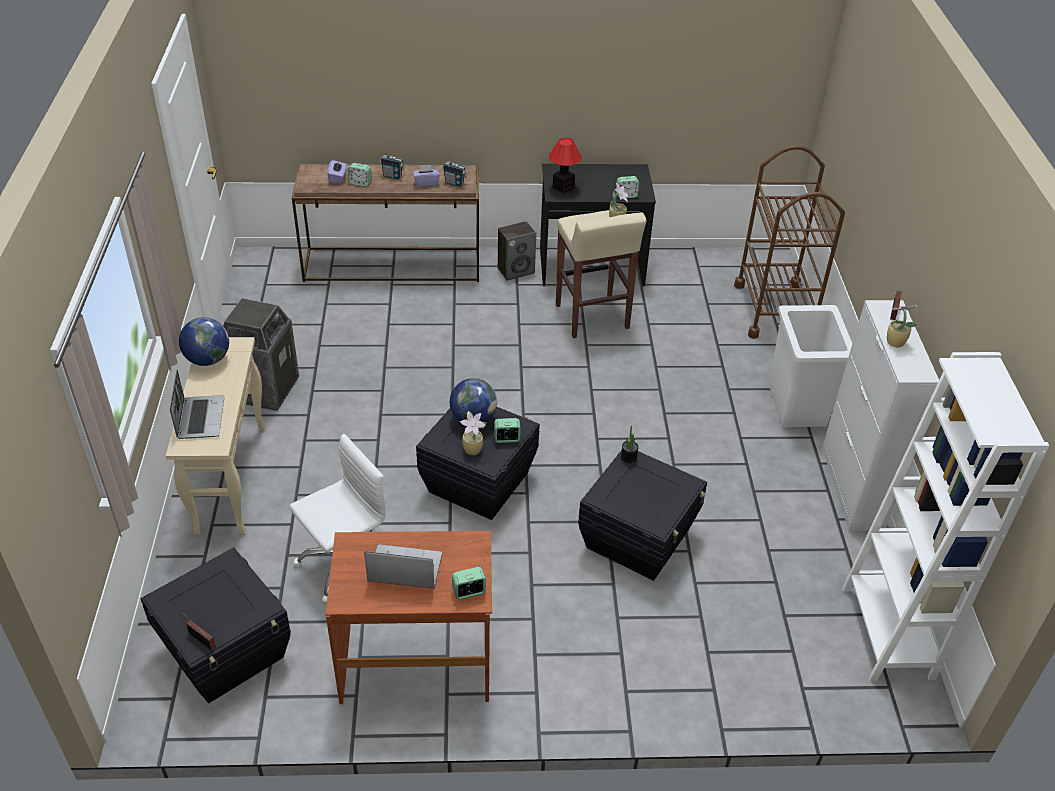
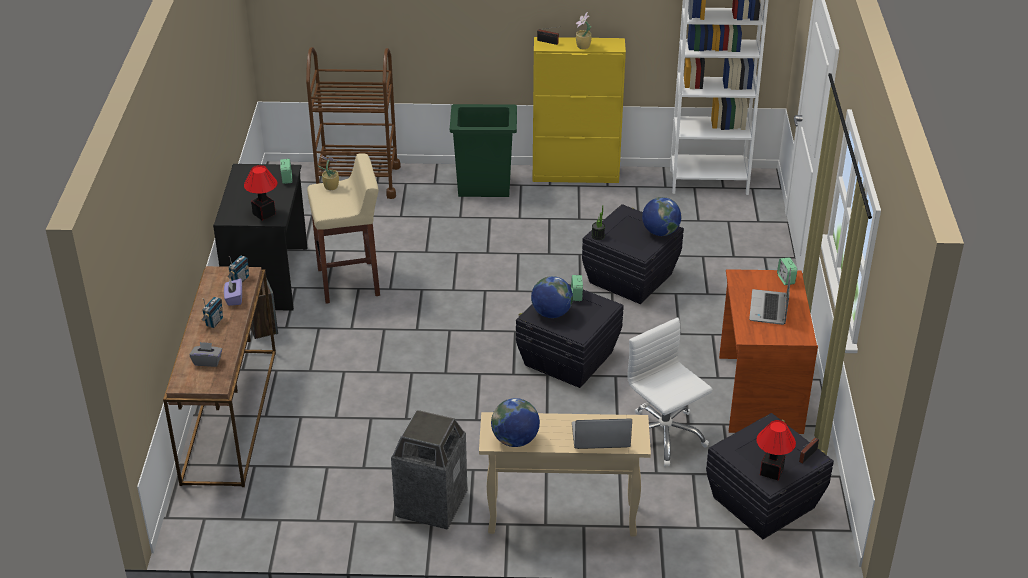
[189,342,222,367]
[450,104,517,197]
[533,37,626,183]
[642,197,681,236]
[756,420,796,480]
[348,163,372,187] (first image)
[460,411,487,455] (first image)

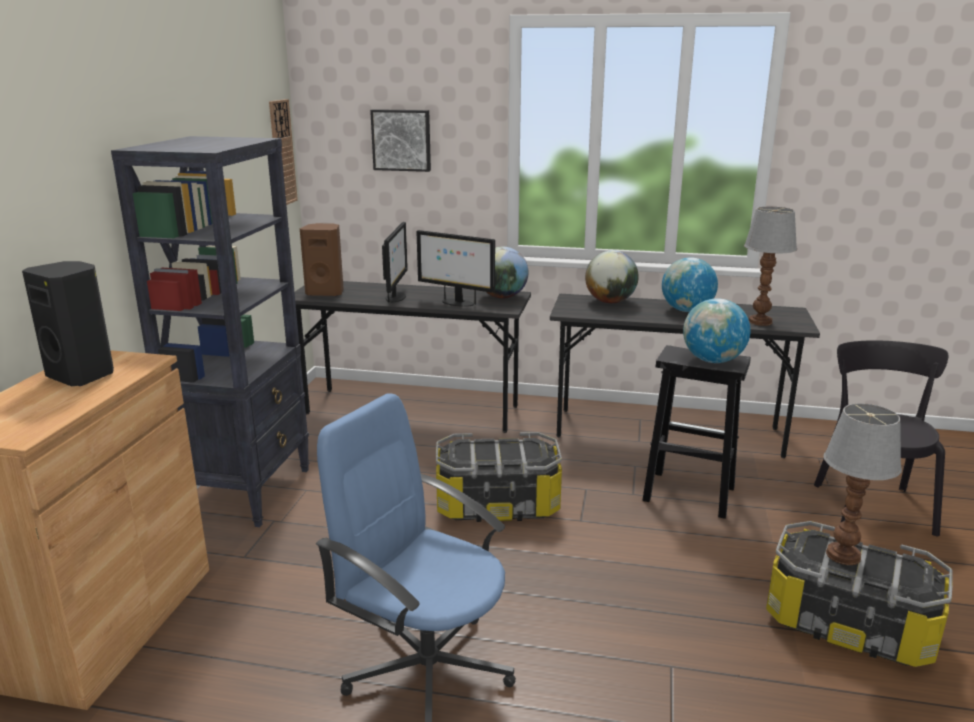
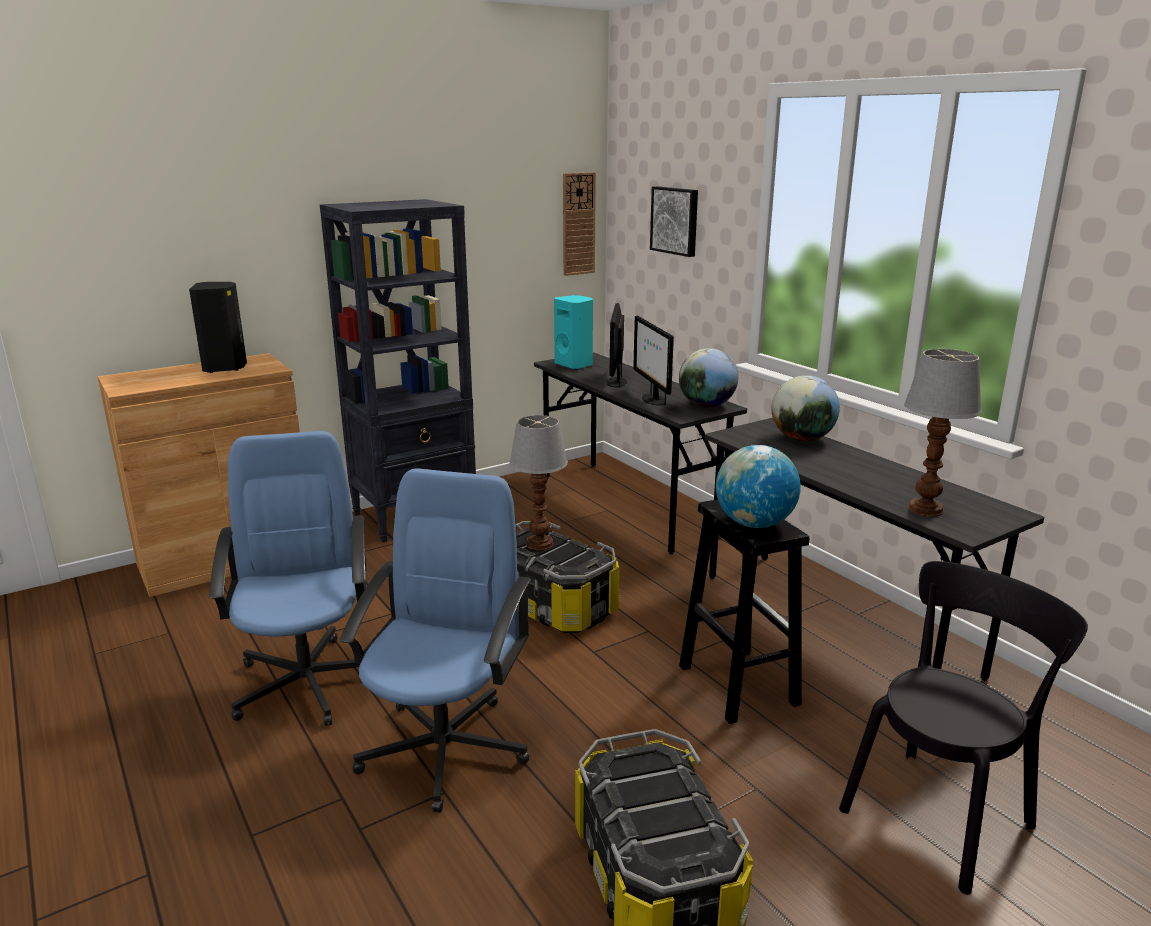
[340,468,531,813]
[509,415,568,551]
[554,295,593,370]
[607,303,627,388]
[662,257,718,312] (first image)

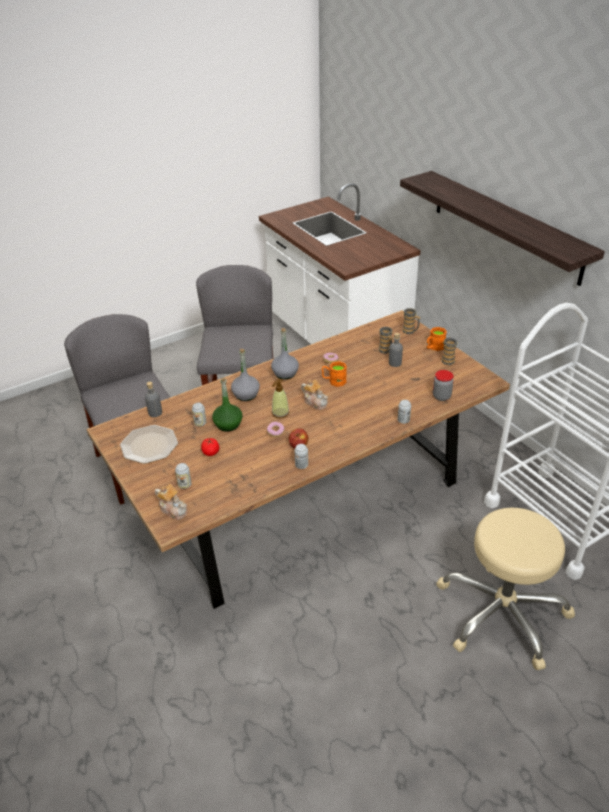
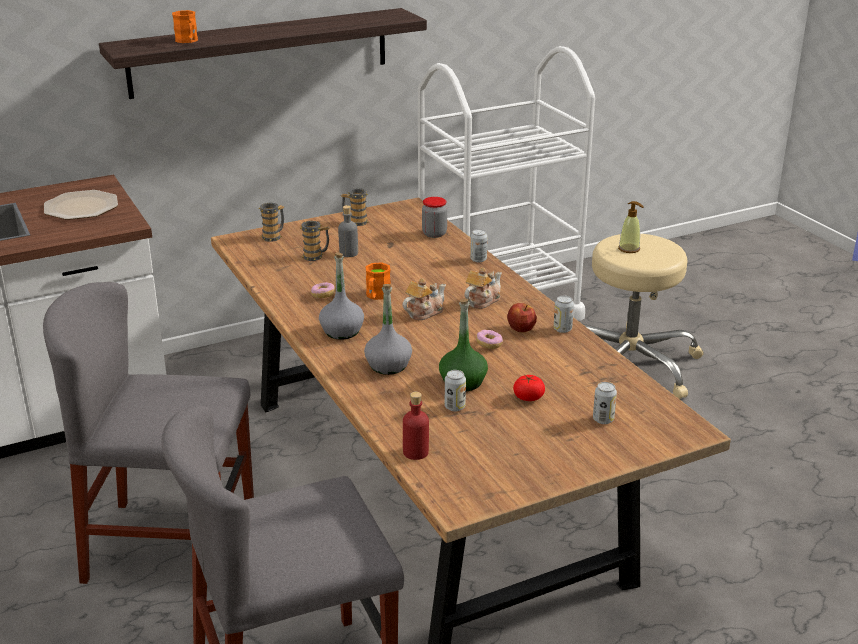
[44,190,118,220]
[172,10,198,43]
[403,392,429,460]
[464,267,502,309]
[618,201,644,253]

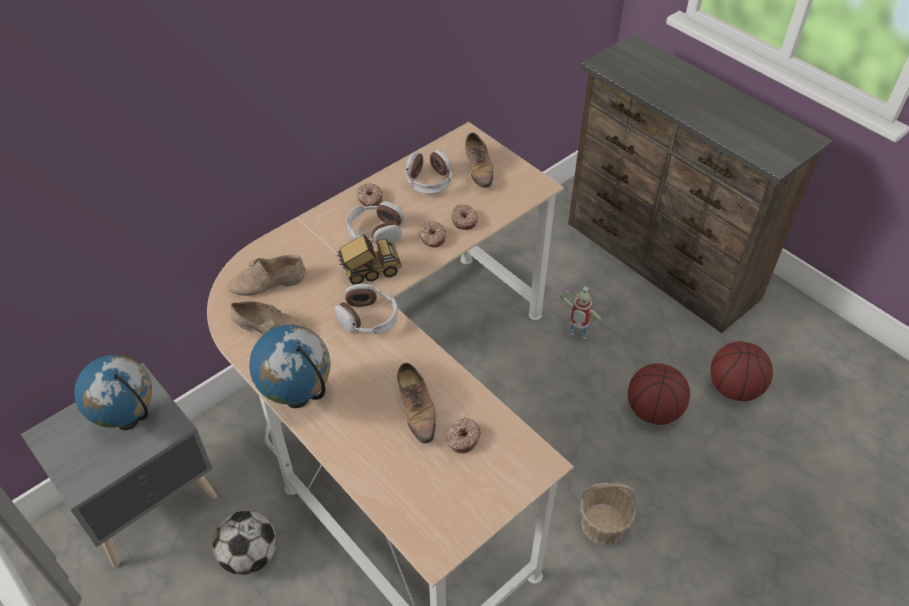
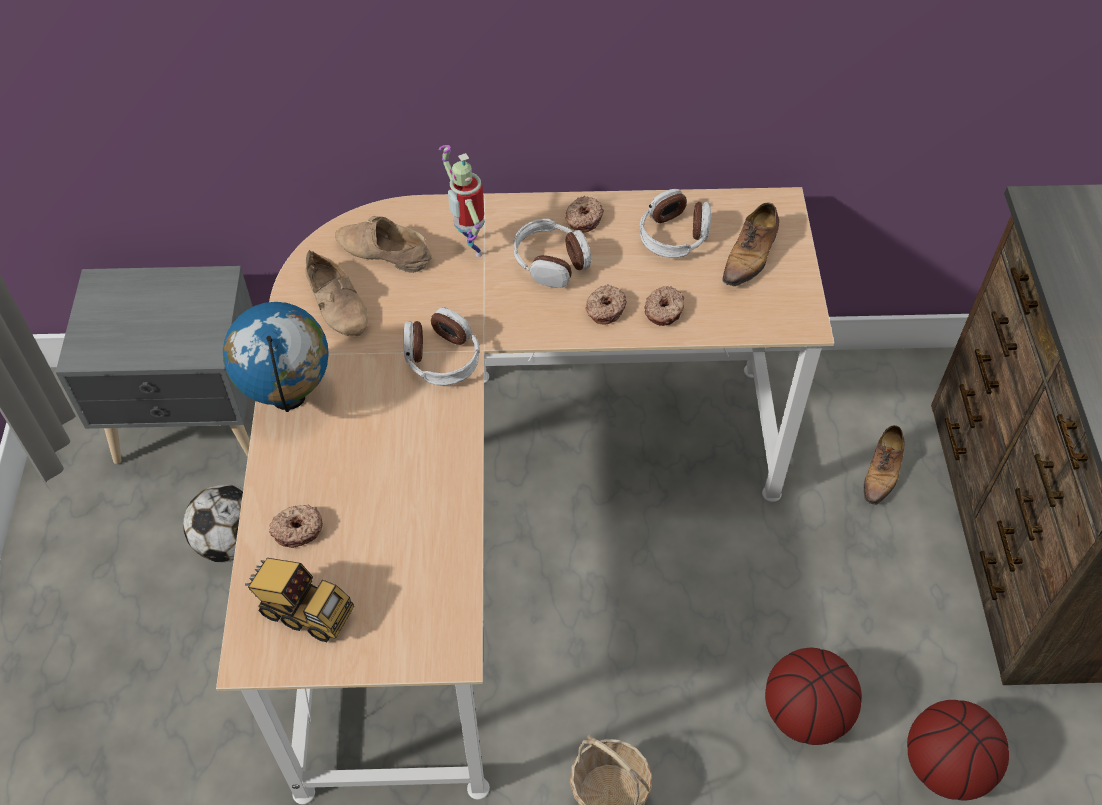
[245,558,354,642]
[269,505,323,548]
[439,145,485,257]
[864,425,904,507]
[74,355,152,430] (first image)

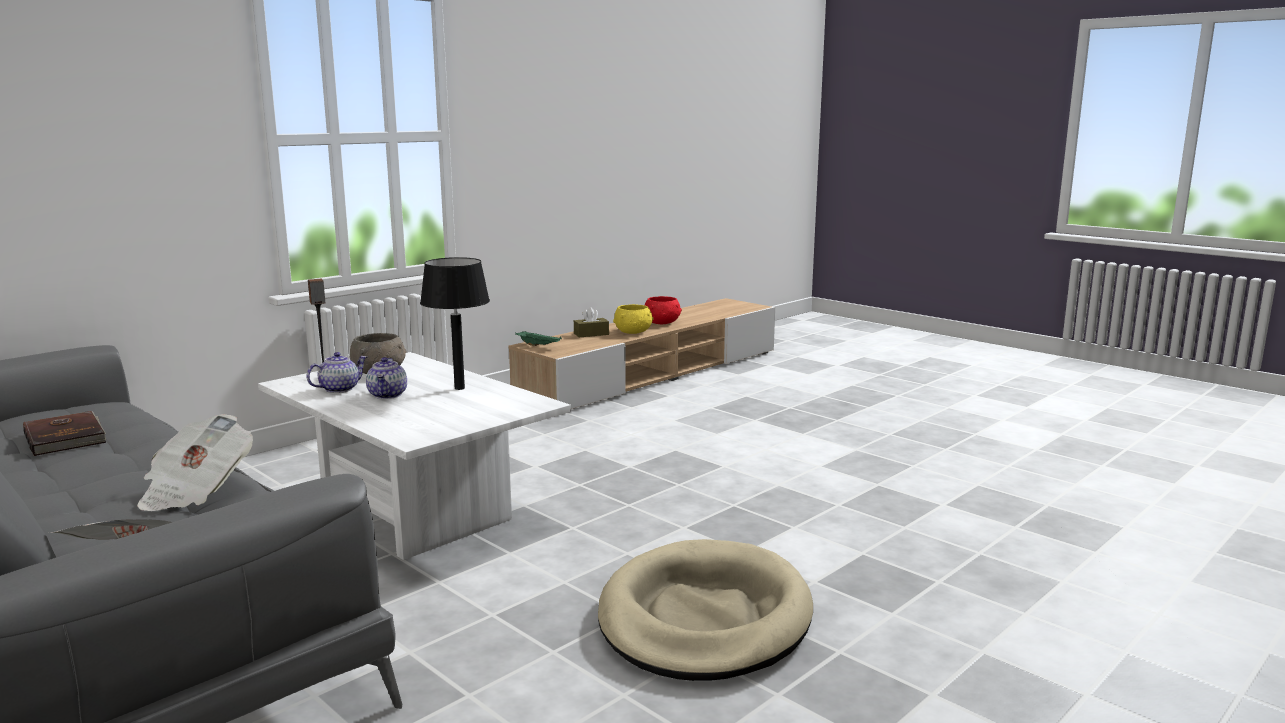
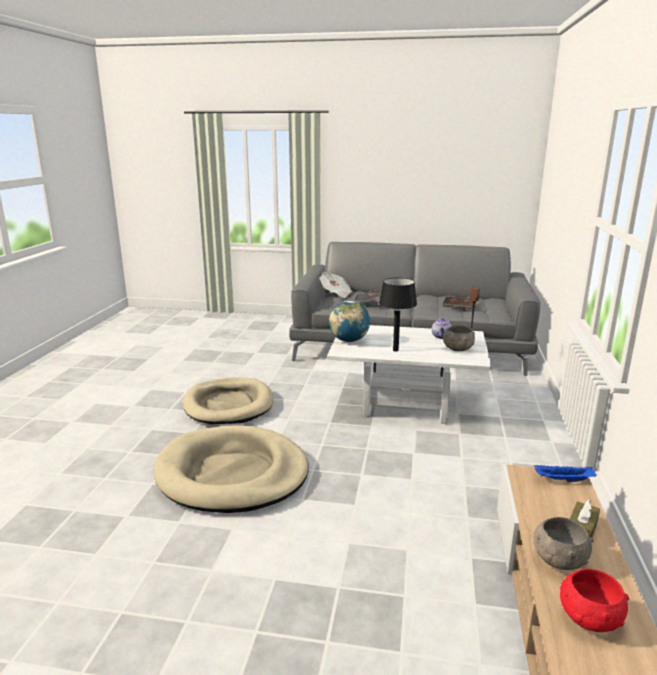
[154,425,309,513]
[329,301,370,342]
[533,517,593,570]
[534,465,596,482]
[366,357,407,399] (first image)

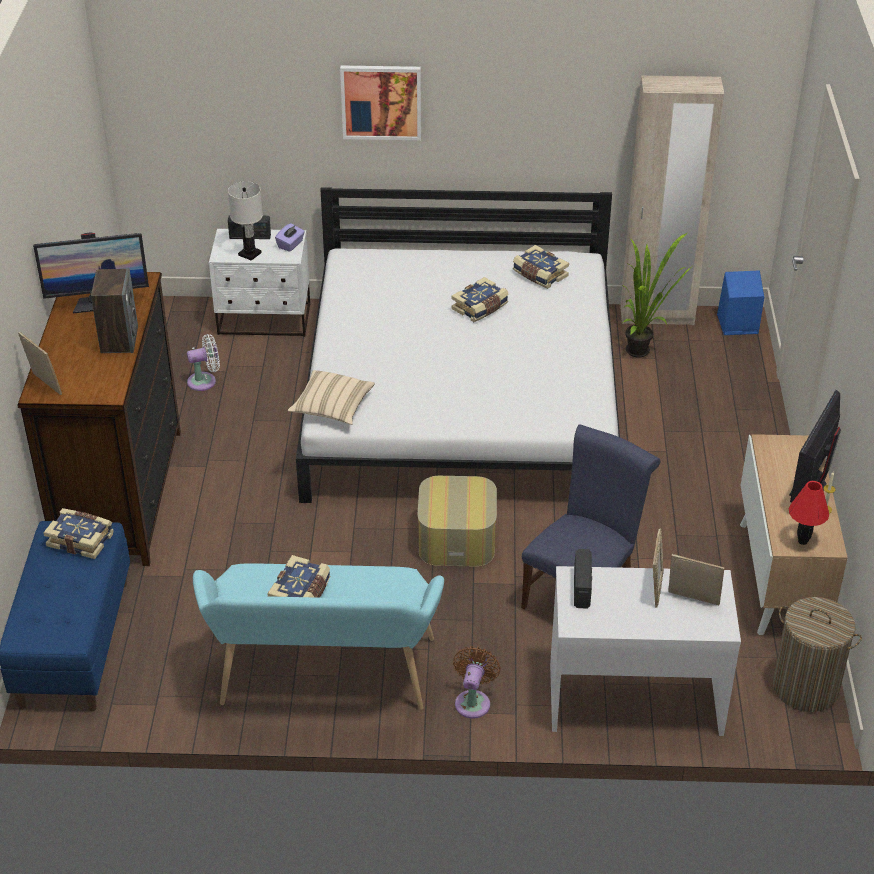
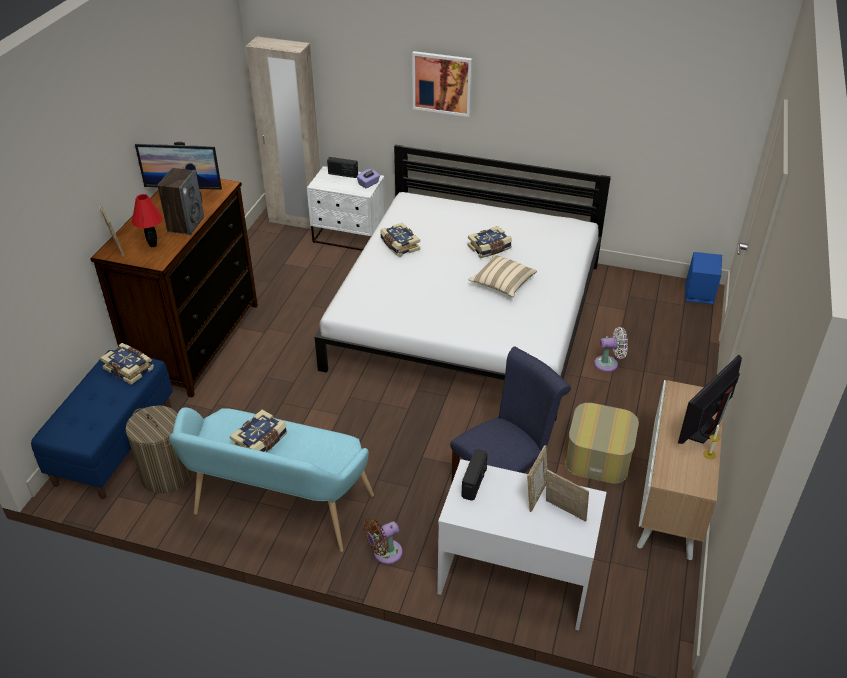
[125,405,192,493]
[132,194,163,247]
[246,36,320,230]
[363,518,402,564]
[380,222,420,257]
[469,255,537,297]
[566,403,639,483]
[594,327,628,372]
[228,181,263,261] (first image)
[622,233,691,358] (first image)

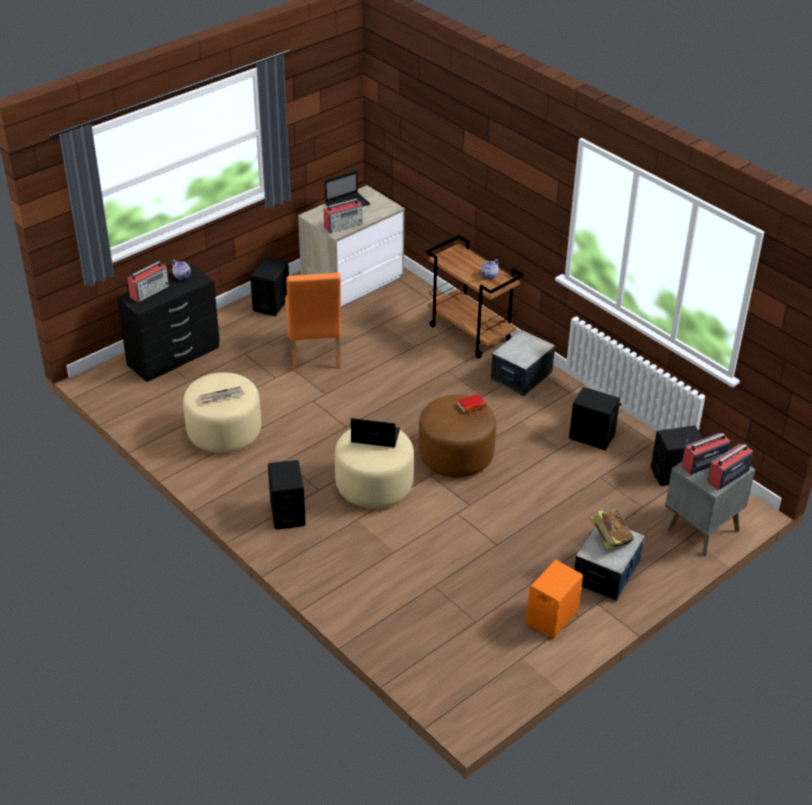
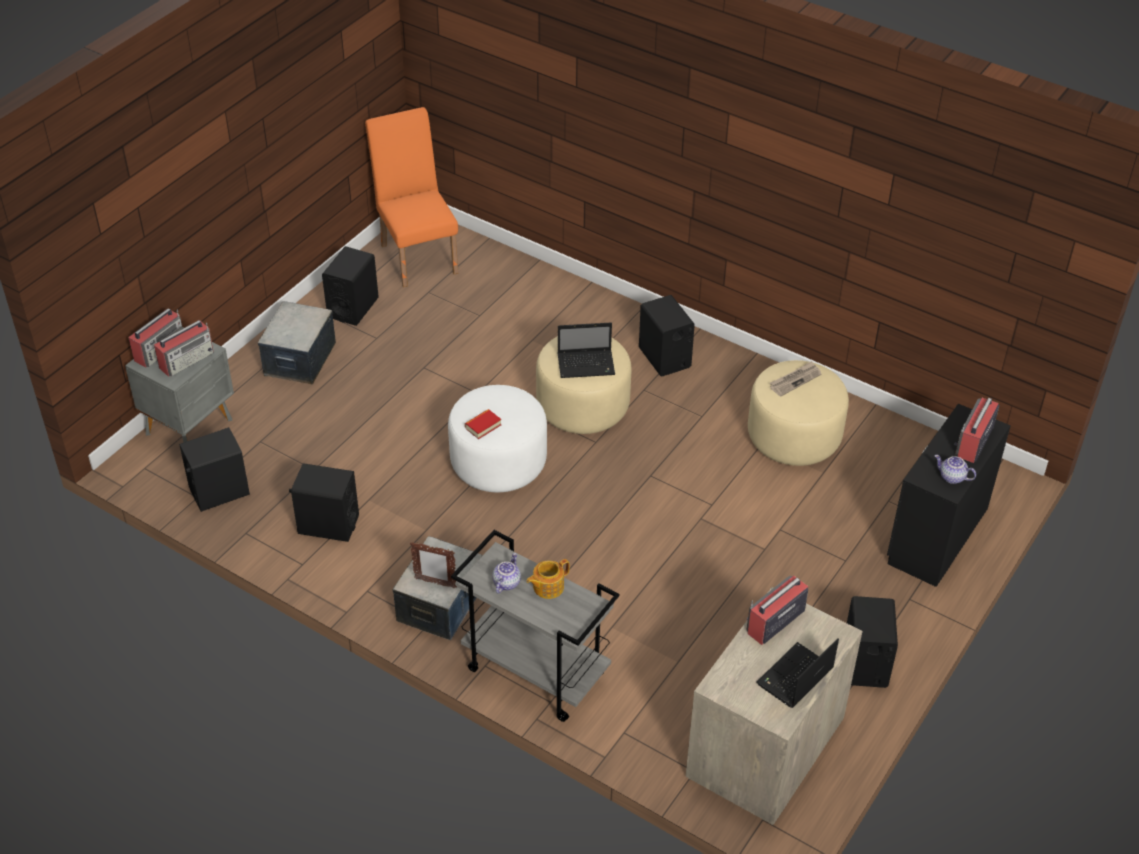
[322,246,379,326]
[365,107,458,287]
[410,542,457,588]
[448,385,547,492]
[451,530,619,722]
[527,559,570,599]
[590,509,634,550] (first image)

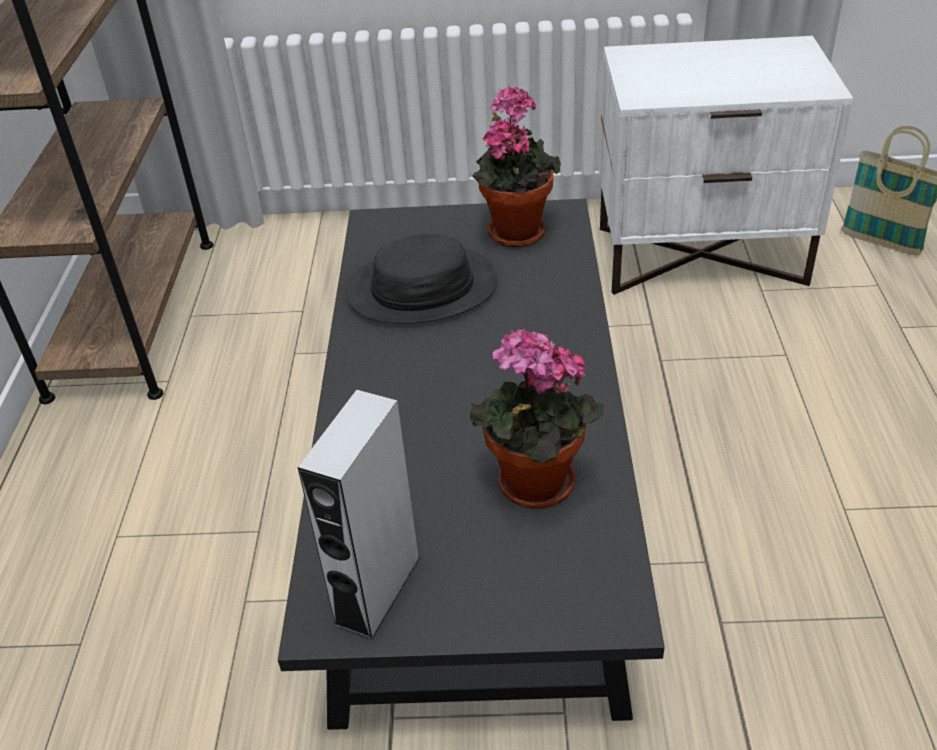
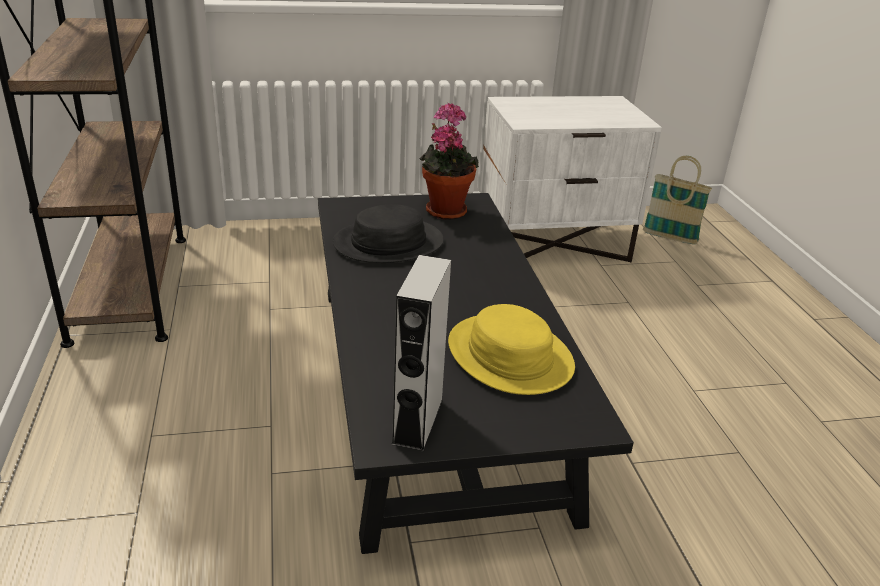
[448,304,575,395]

